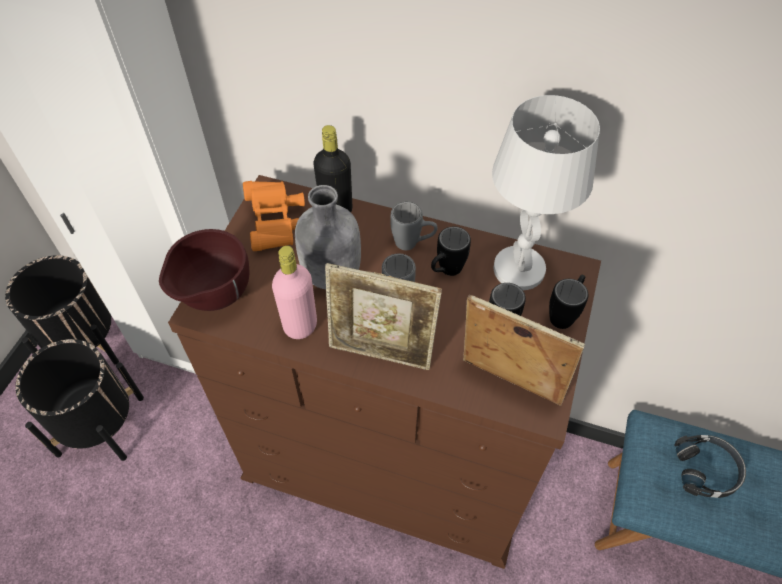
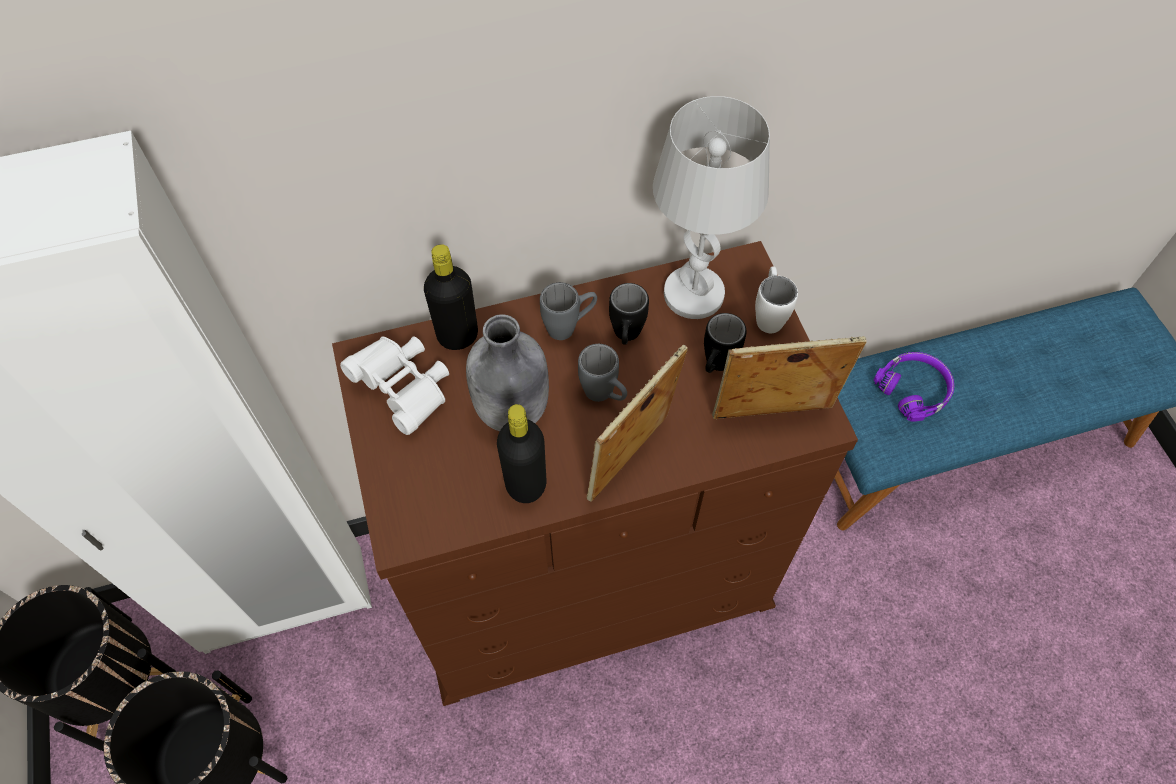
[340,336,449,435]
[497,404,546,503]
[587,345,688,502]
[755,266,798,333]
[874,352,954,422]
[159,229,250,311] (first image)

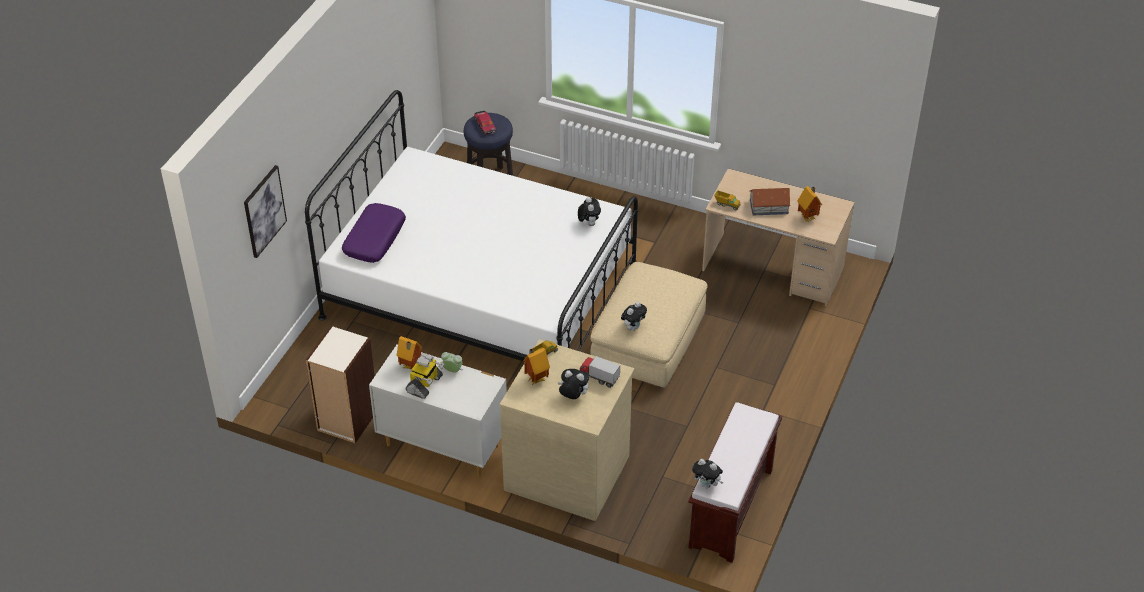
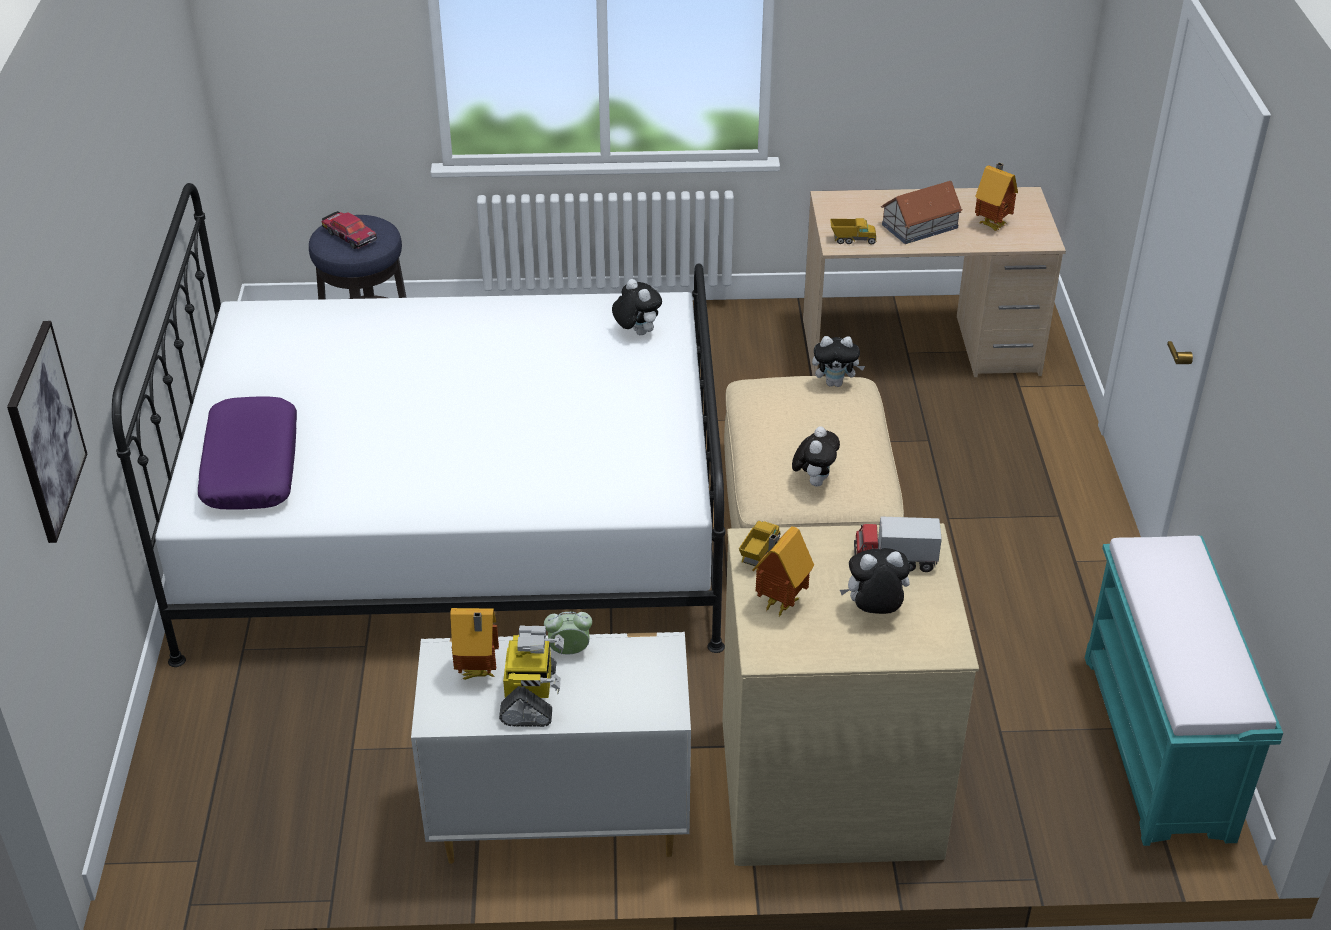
[812,336,865,387]
[1085,536,1283,846]
[306,326,375,443] (first image)

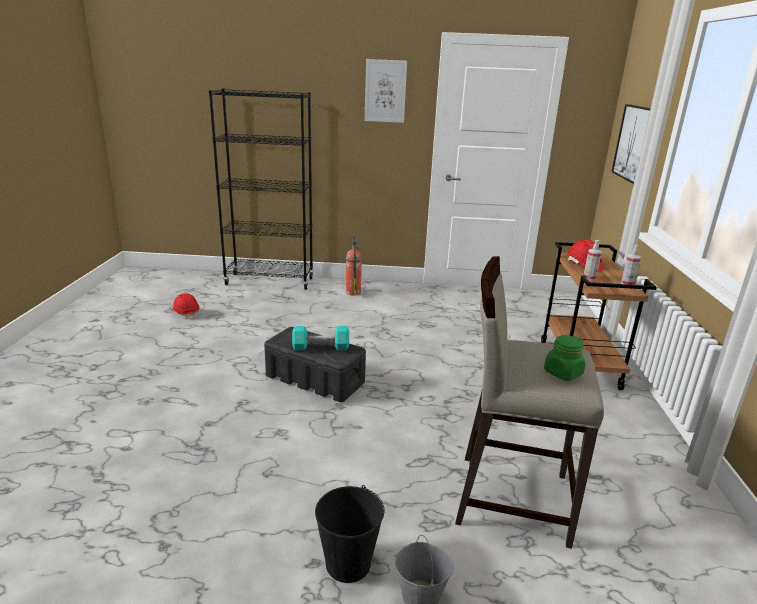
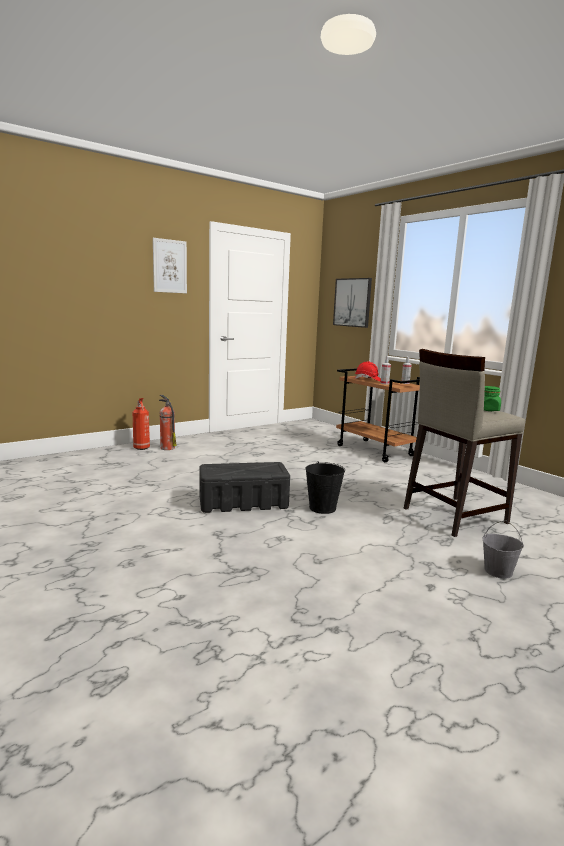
[133,398,150,450]
[306,461,345,514]
[172,293,199,320] (first image)
[209,88,313,290] (first image)
[292,326,349,351] (first image)

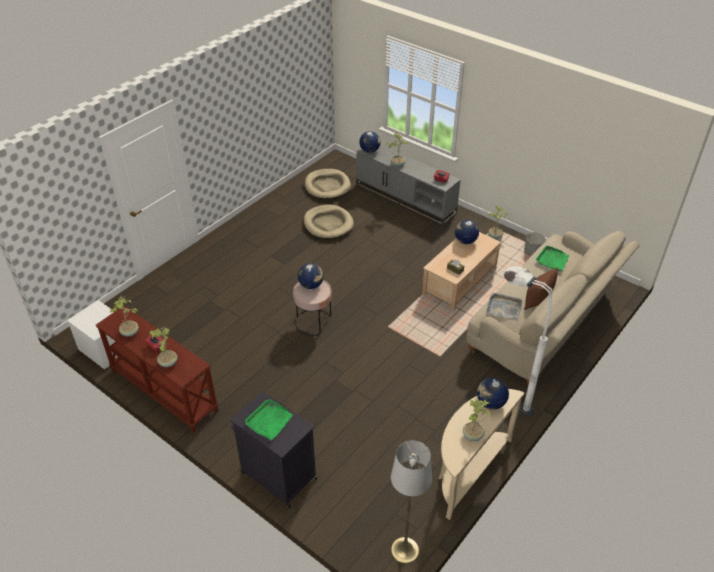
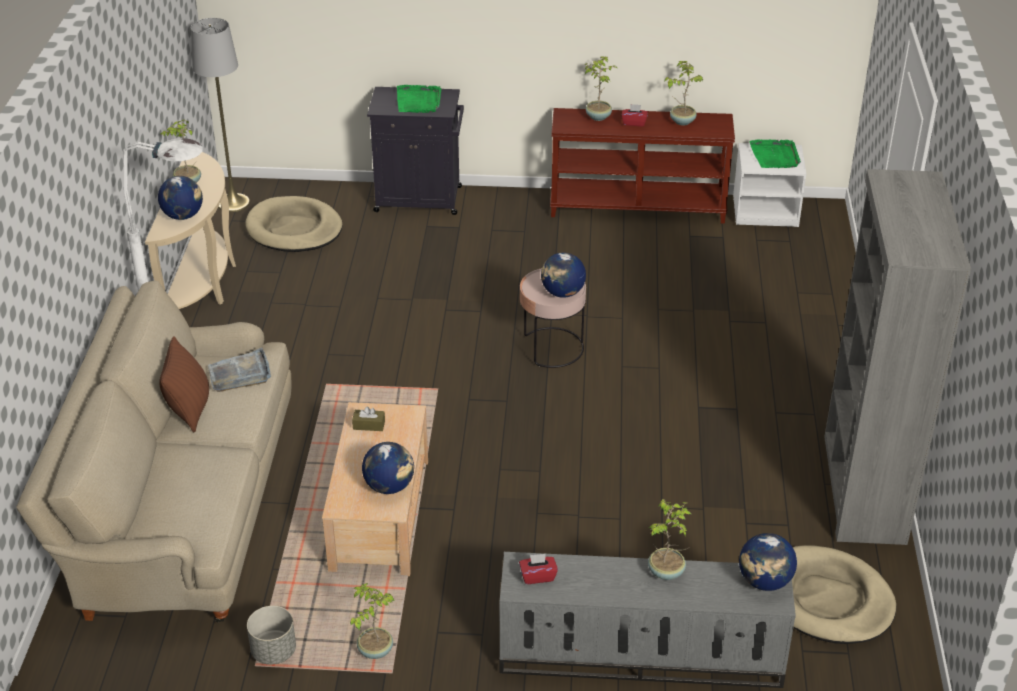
[245,196,343,252]
[749,139,801,168]
[824,169,971,545]

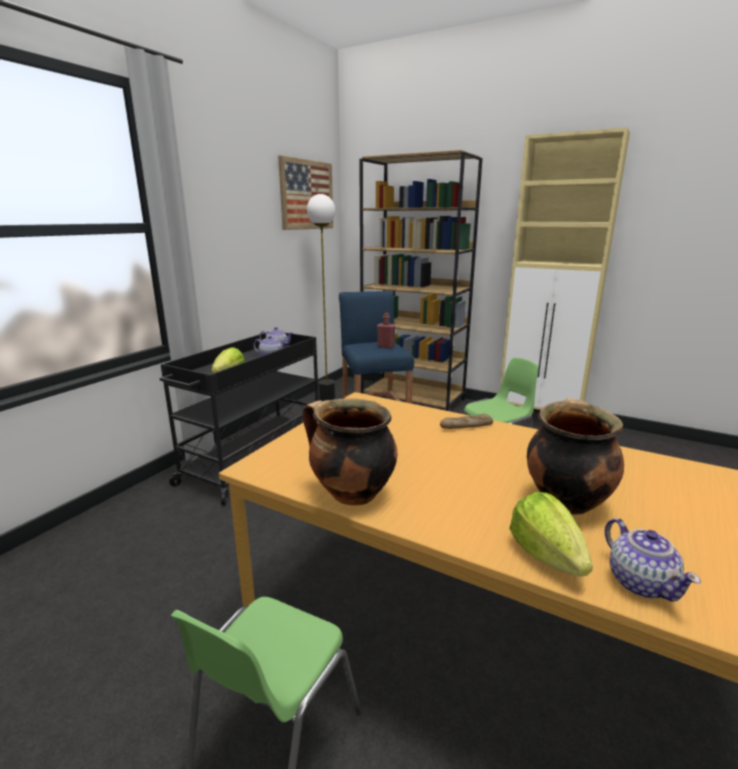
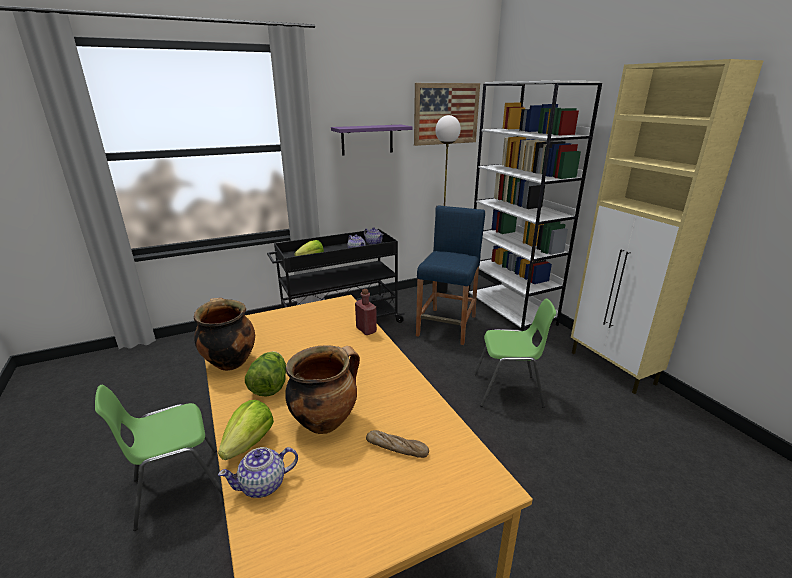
[218,447,298,498]
[245,351,286,397]
[331,125,413,156]
[355,289,377,335]
[366,430,429,458]
[468,81,602,331]

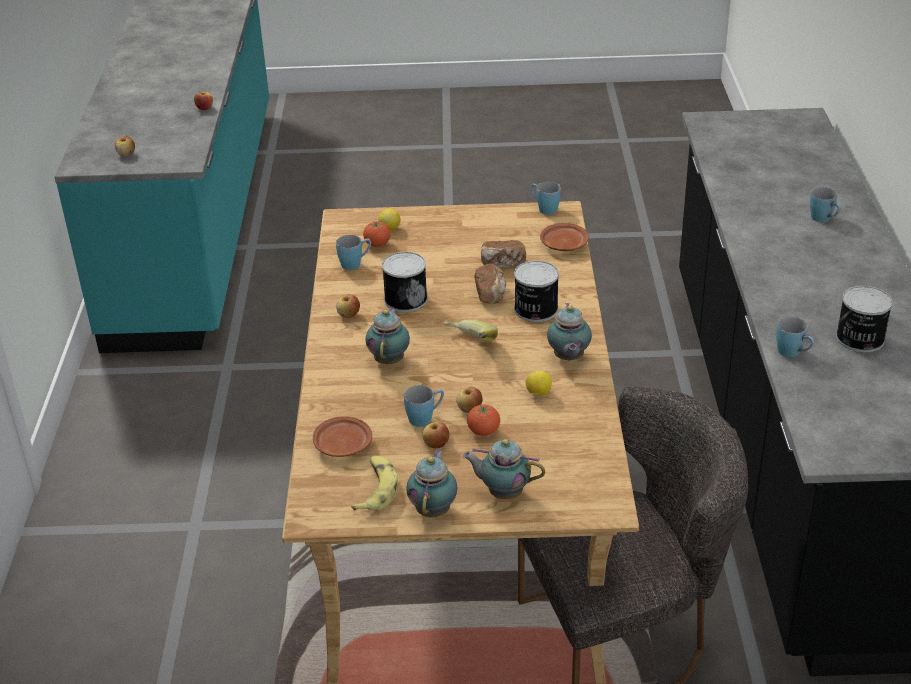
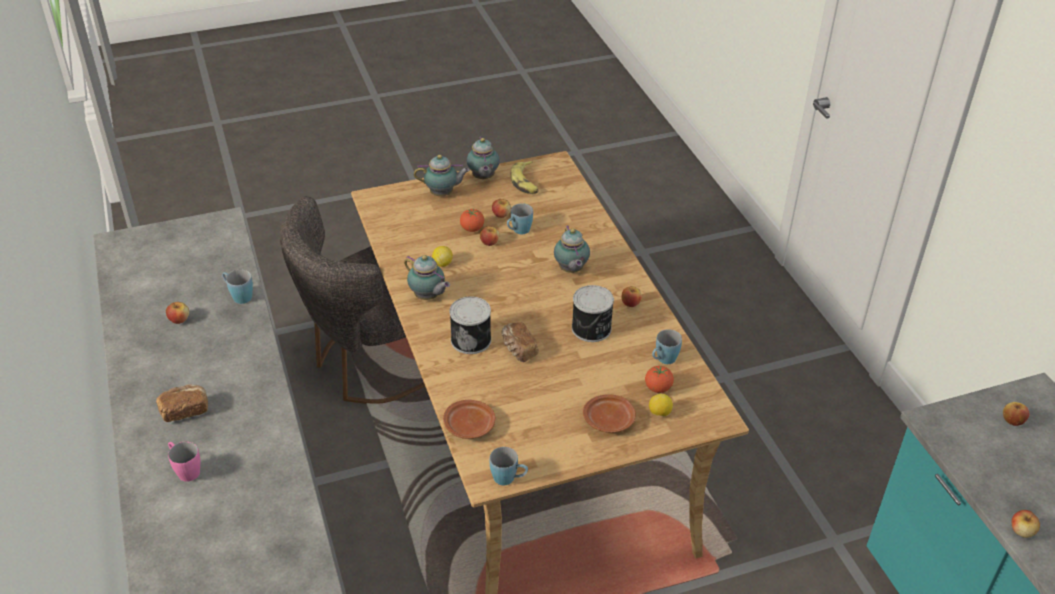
[156,384,208,422]
[166,302,189,324]
[168,442,201,482]
[404,255,450,300]
[583,394,636,433]
[444,319,498,342] (first image)

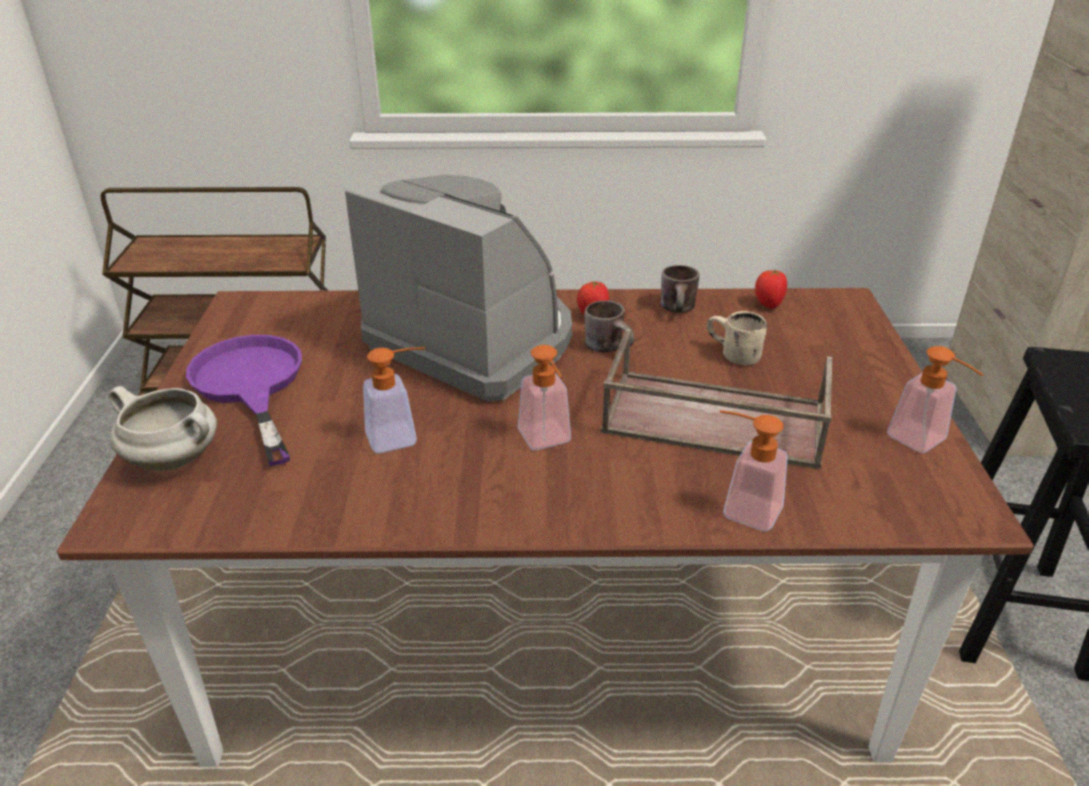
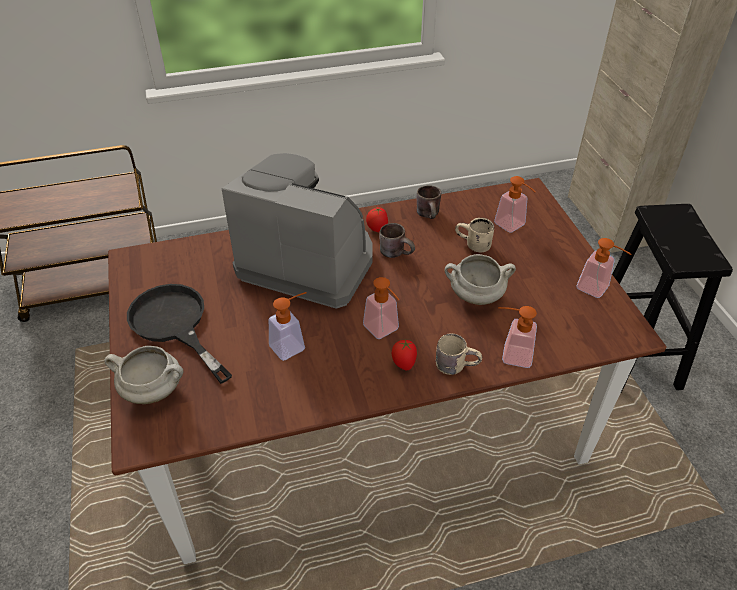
[127,284,232,384]
[392,339,417,370]
[436,333,482,375]
[445,254,516,305]
[494,176,536,233]

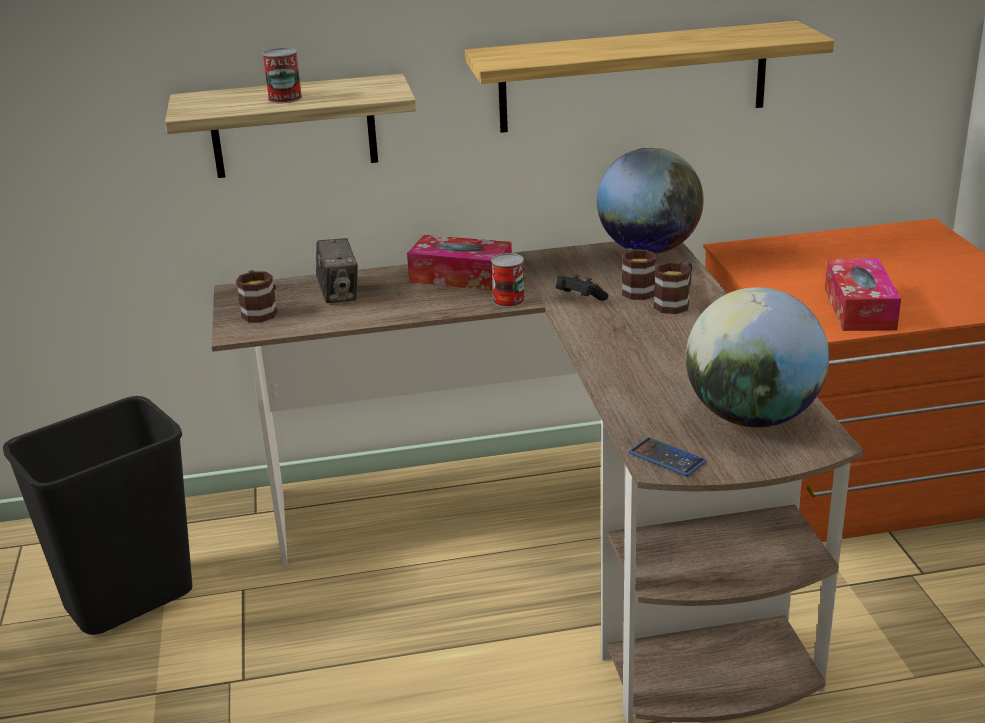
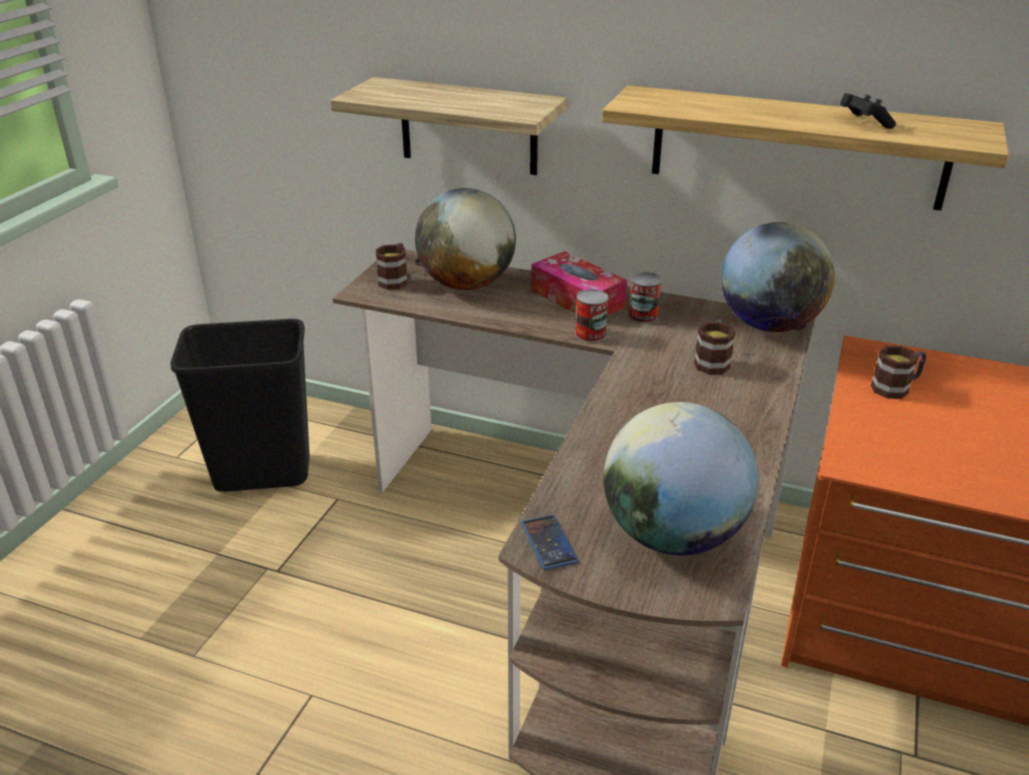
[415,188,516,290]
[628,272,662,323]
[840,93,896,129]
[871,346,926,399]
[825,258,901,331] (first image)

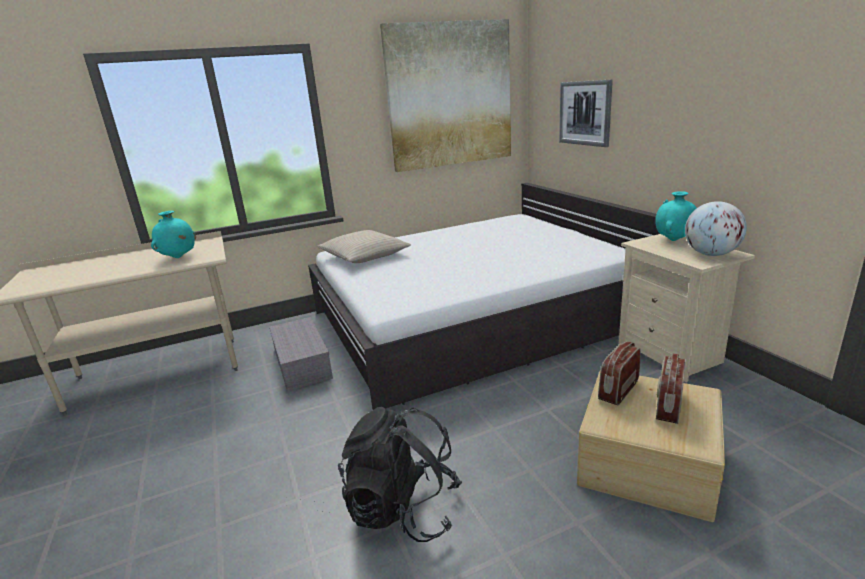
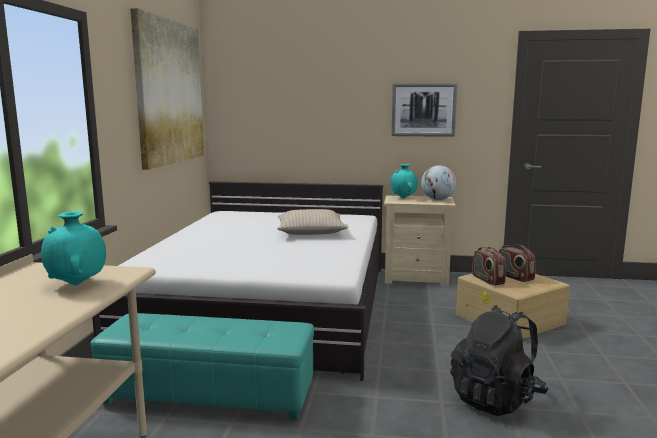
[91,313,314,420]
[277,209,348,235]
[391,83,457,137]

